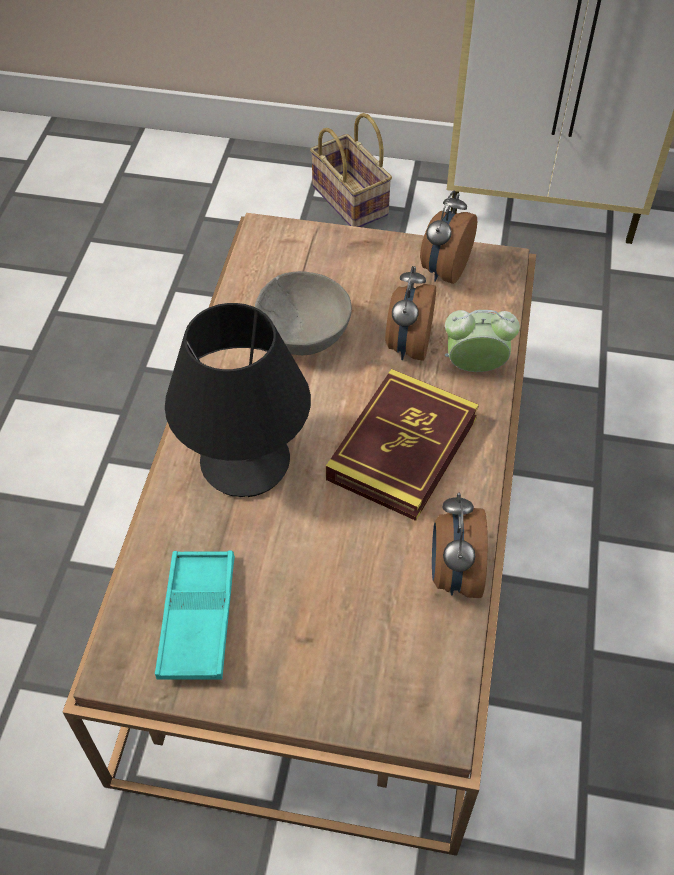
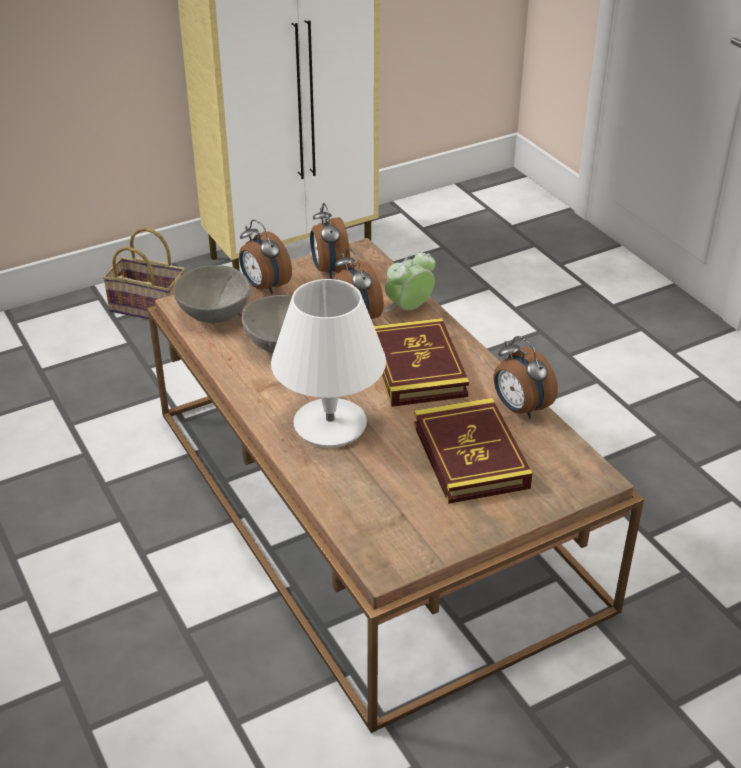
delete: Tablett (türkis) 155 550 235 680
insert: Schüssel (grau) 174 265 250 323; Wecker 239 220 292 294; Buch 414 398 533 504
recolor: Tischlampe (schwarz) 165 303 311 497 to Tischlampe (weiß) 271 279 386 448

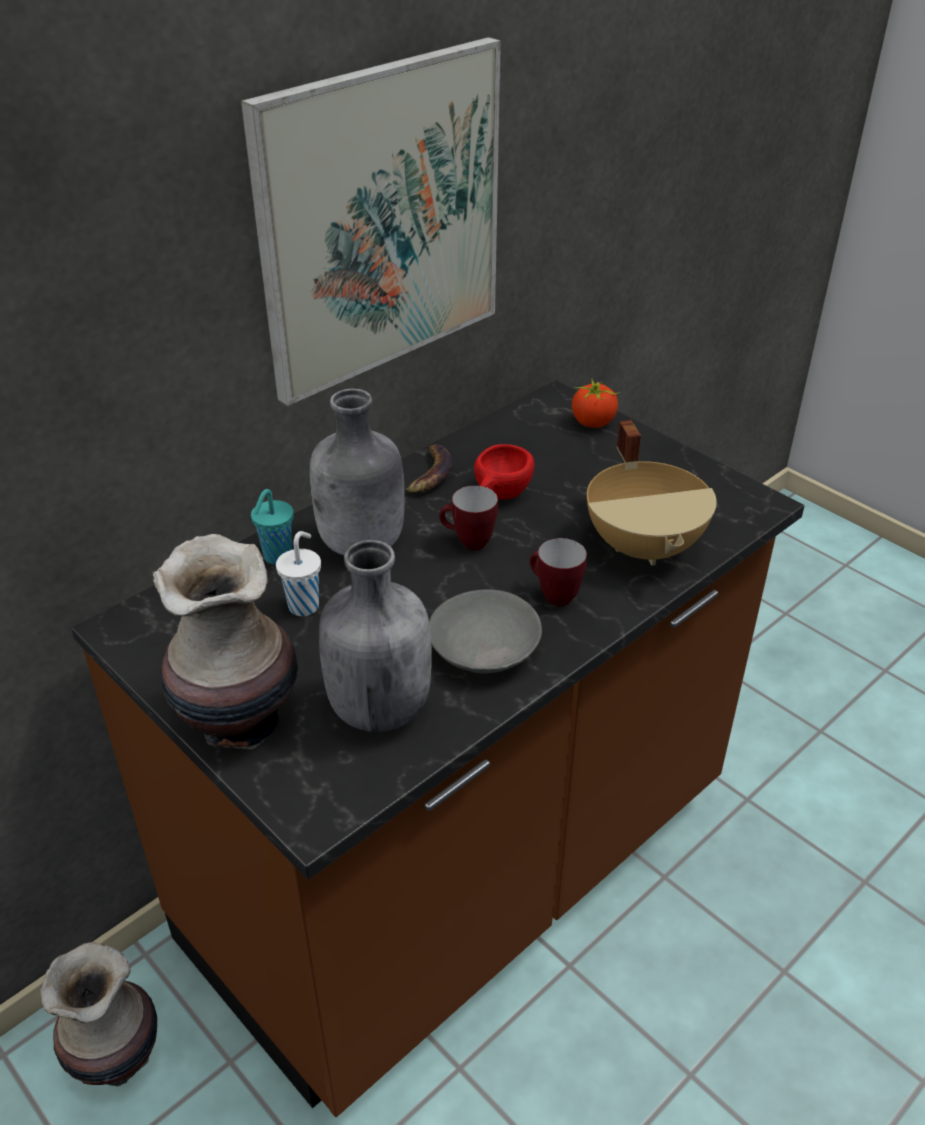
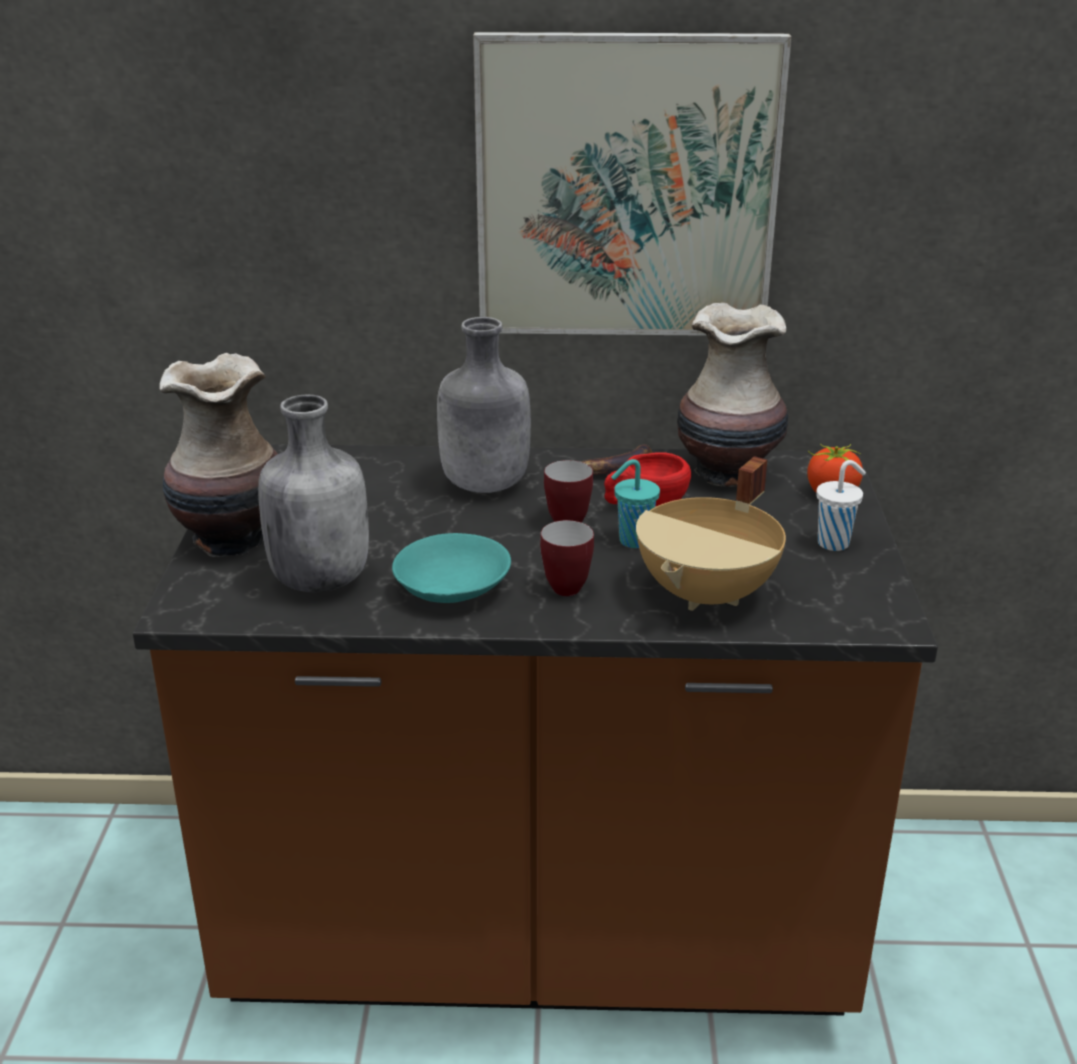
move: Vase 40 942 157 1086 to 677 302 788 487; Tasse (türkis) 251 489 294 565 to 611 459 660 548; Tasse (weiß) 276 531 321 616 to 816 460 866 551
recolor: Schüssel (grau) 429 589 542 673 to Schüssel (türkis) 392 533 511 603

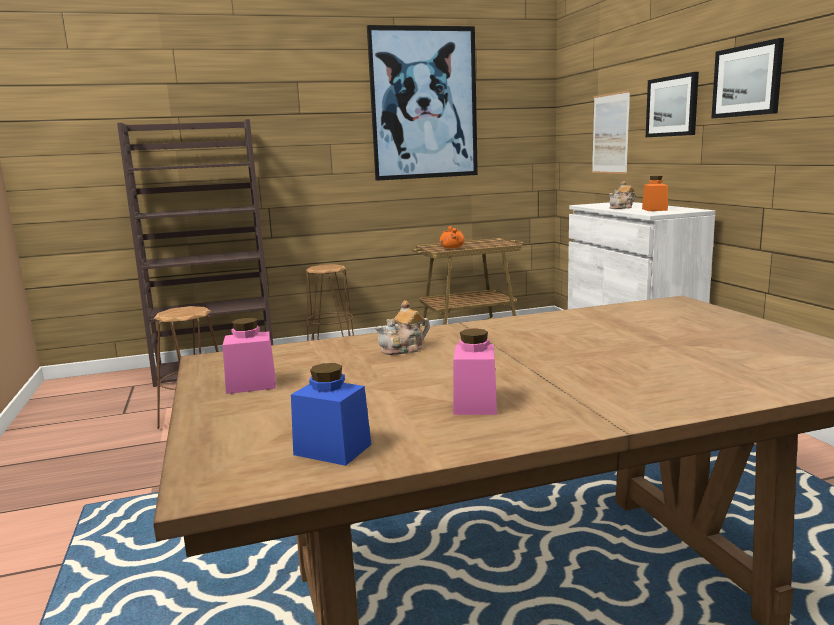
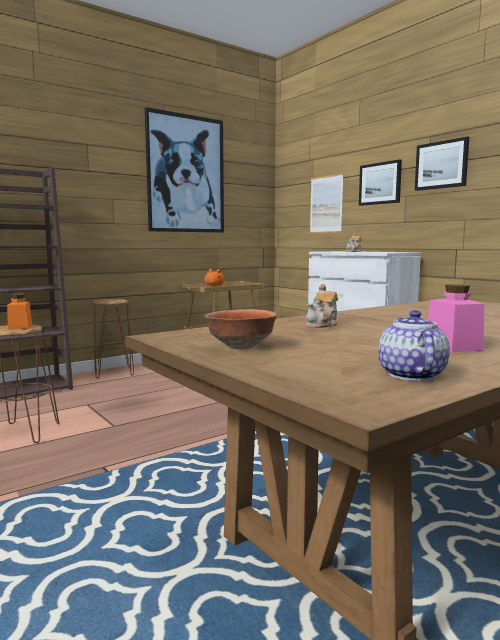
move: Vorratsglas (orange) 642 176 668 211 to 7 294 32 330
replace: Vorratsglas (rosa) 223 318 276 394 to Schüssel 205 309 277 350; Vorratsglas (blau) 291 363 371 466 to Teekanne 378 310 450 381

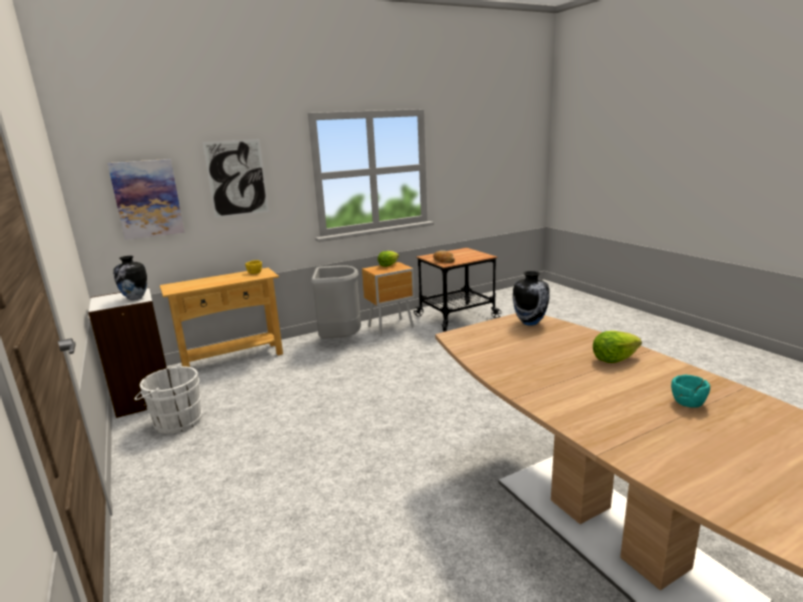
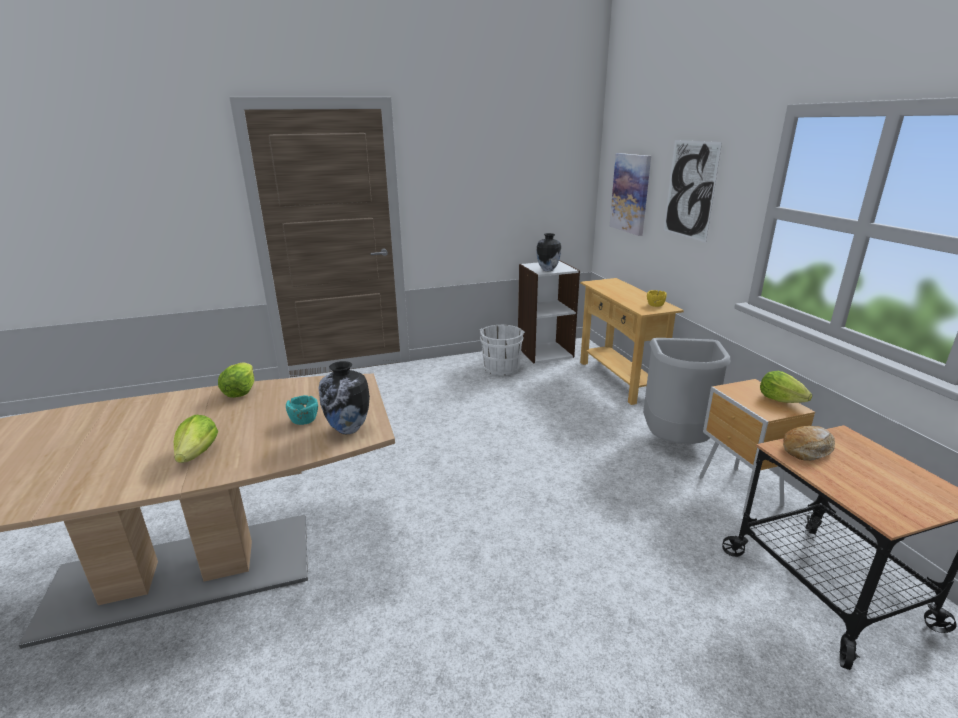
insert: Salatkopf 218 362 254 398
move: Schüssel (türkis) 671 375 710 408 to 286 395 318 425

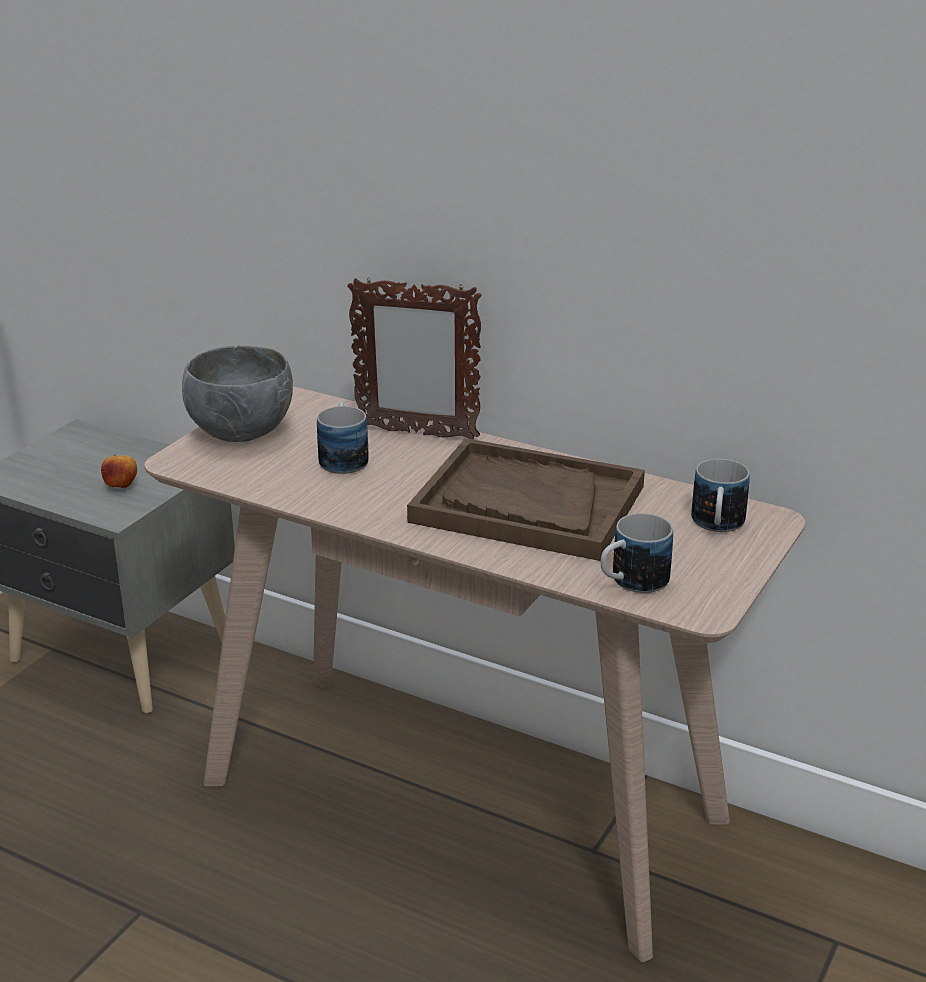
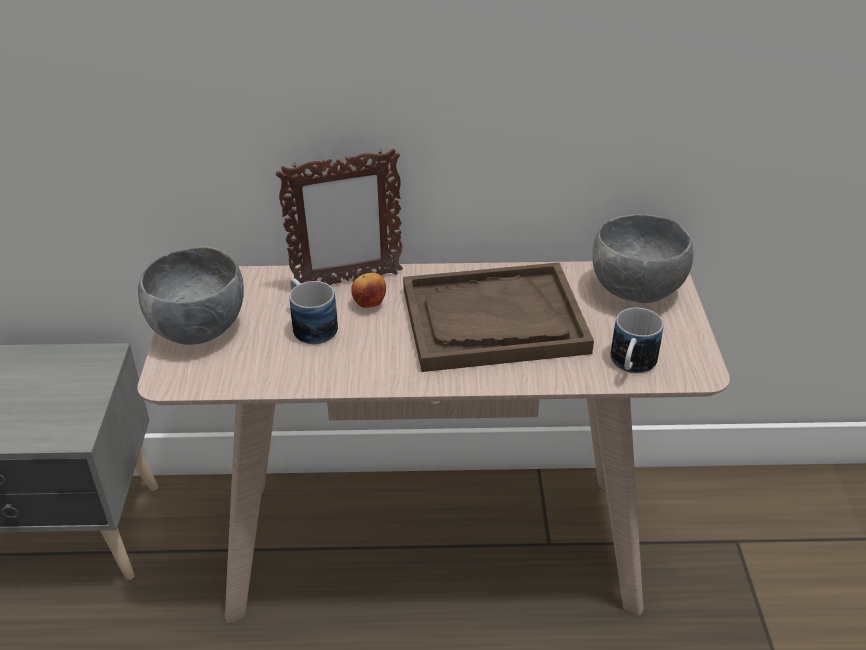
move: Apfel 101 454 137 488 to 351 273 386 308
replace: Henkelbecher 691 459 750 532 to Schüssel (grau) 593 214 694 303

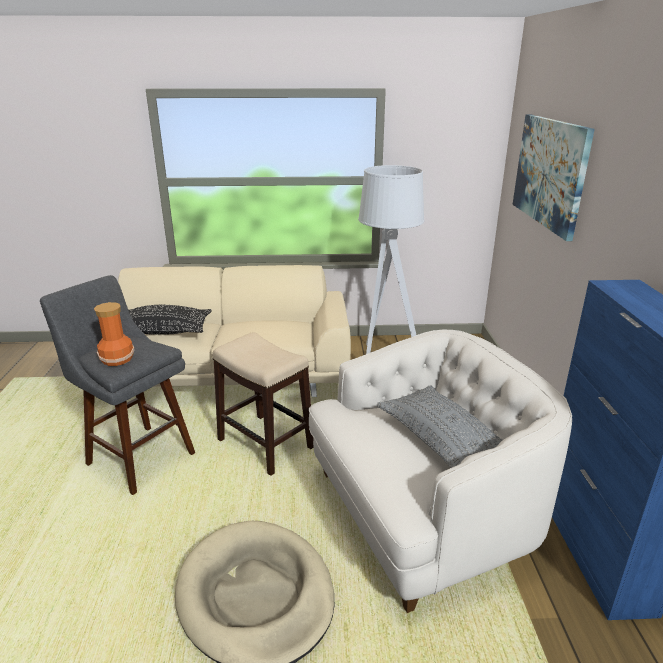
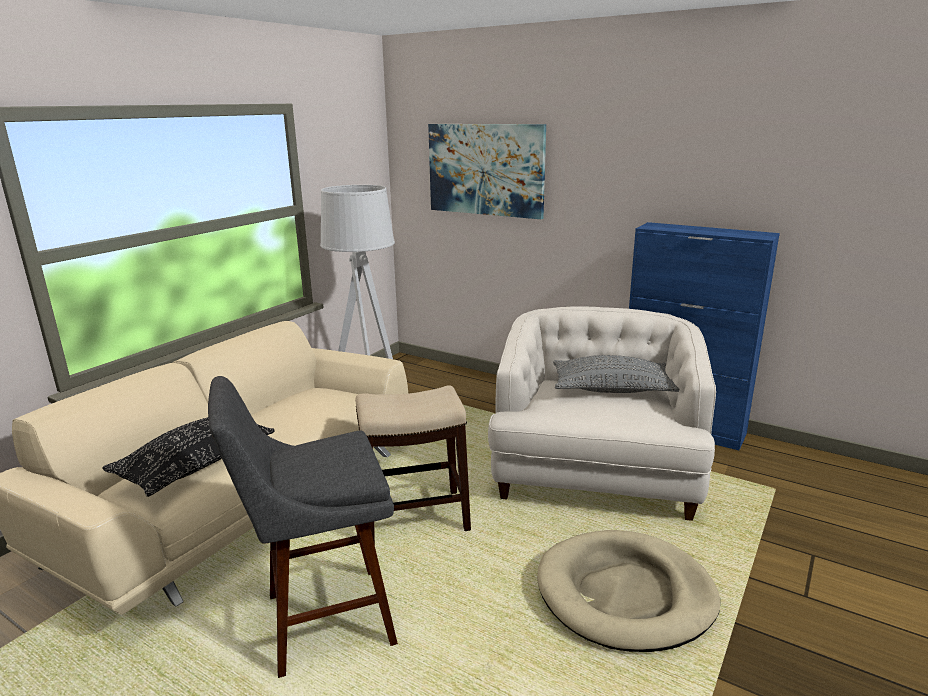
delete: Vase 94 302 135 366

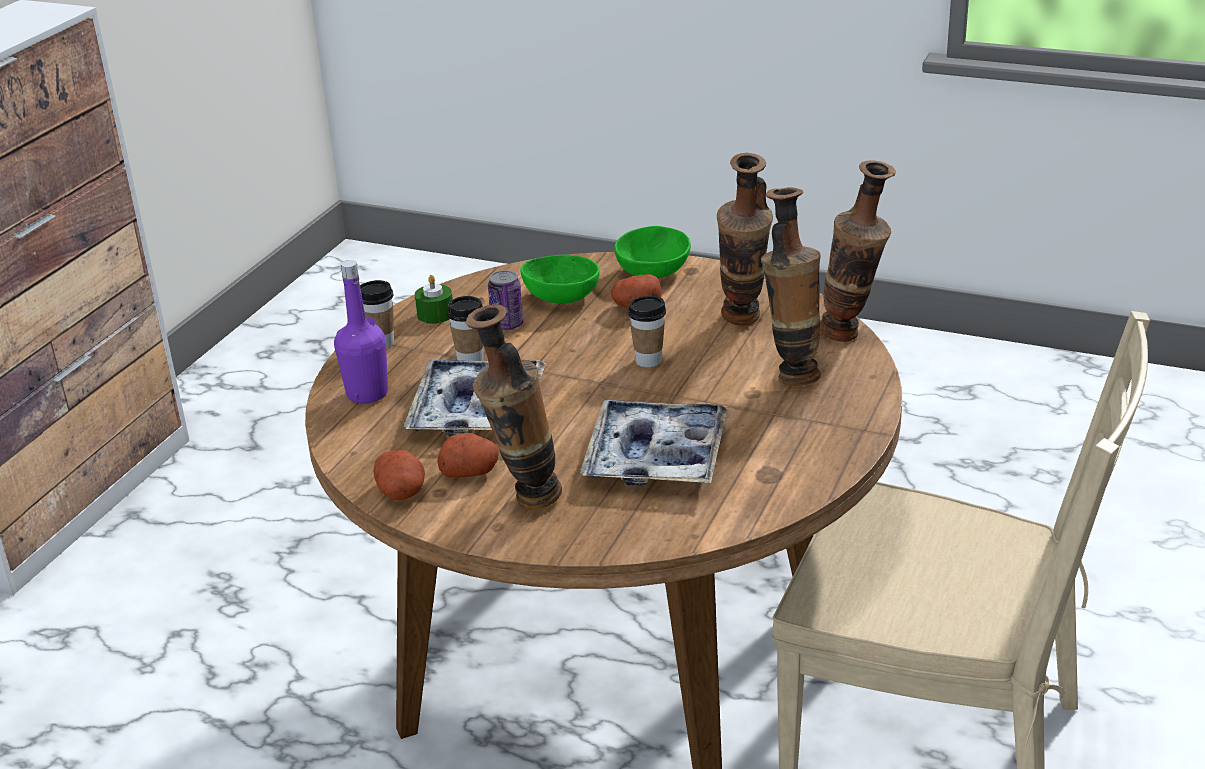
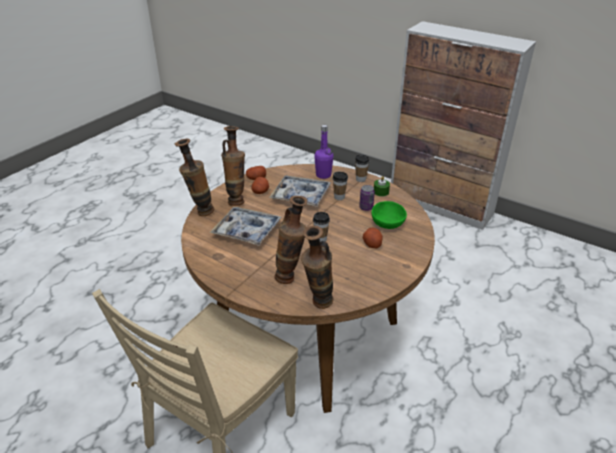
delete: Schüssel (grün) 614 226 691 278
move: Vase 717 153 773 326 to 175 139 214 216

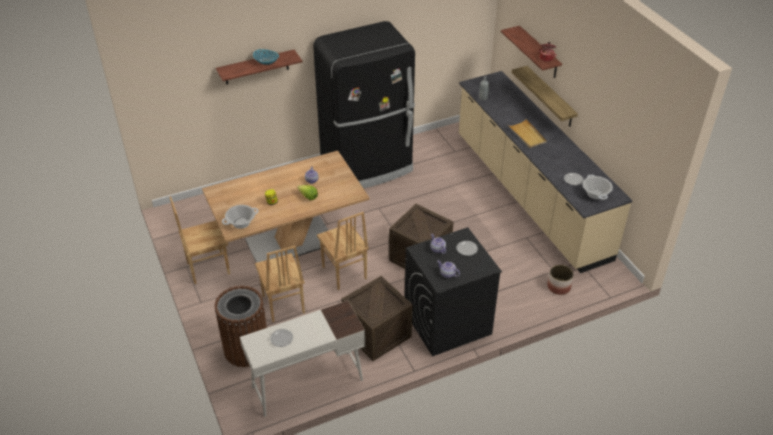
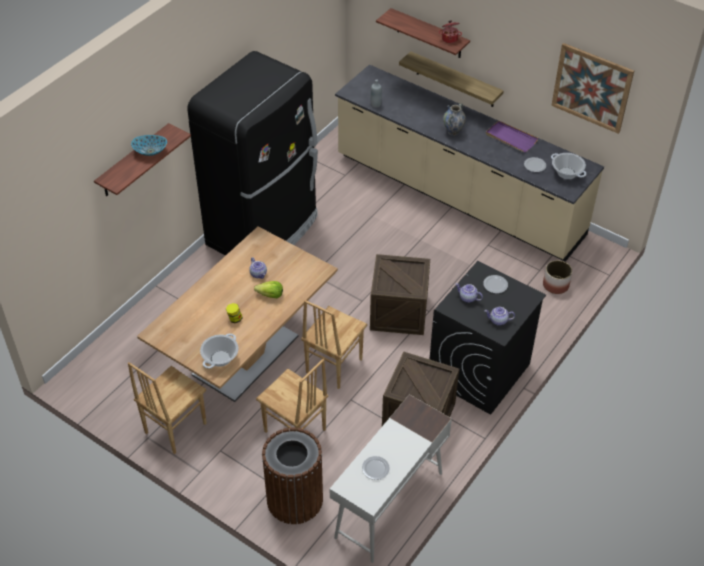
insert: Tablett (lila) 486 121 538 153; Bild 551 43 634 134
replace: Tablett (beige) 507 119 547 148 to Vase 443 103 466 136
rotate: Stuhl (braun) 317 212 369 290 = 301 300 367 389 90 degrees clockwise

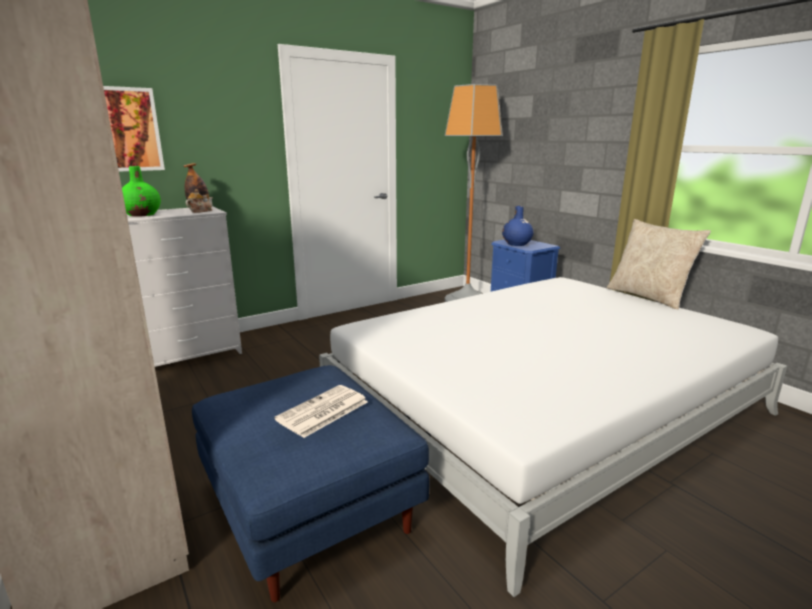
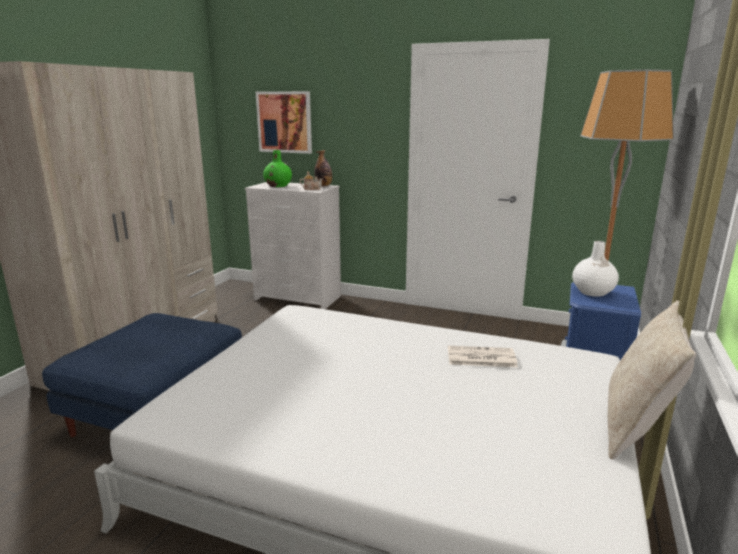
move: Zeitung 274 385 368 438 to 448 346 518 367
recolor: Vase (blau) 502 206 534 246 to Vase (weiß) 572 241 619 297

